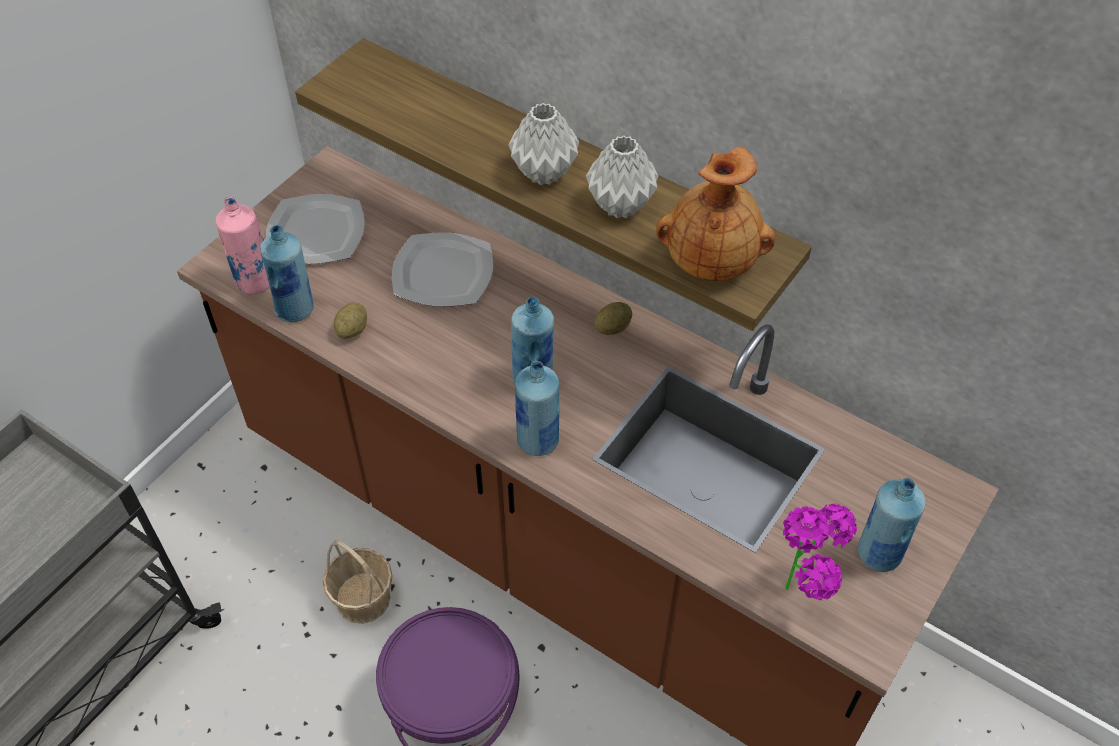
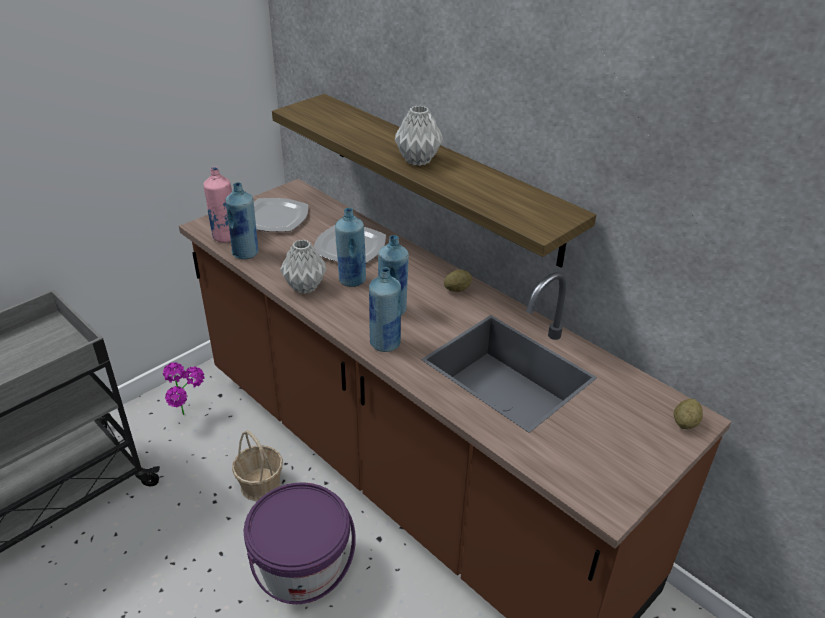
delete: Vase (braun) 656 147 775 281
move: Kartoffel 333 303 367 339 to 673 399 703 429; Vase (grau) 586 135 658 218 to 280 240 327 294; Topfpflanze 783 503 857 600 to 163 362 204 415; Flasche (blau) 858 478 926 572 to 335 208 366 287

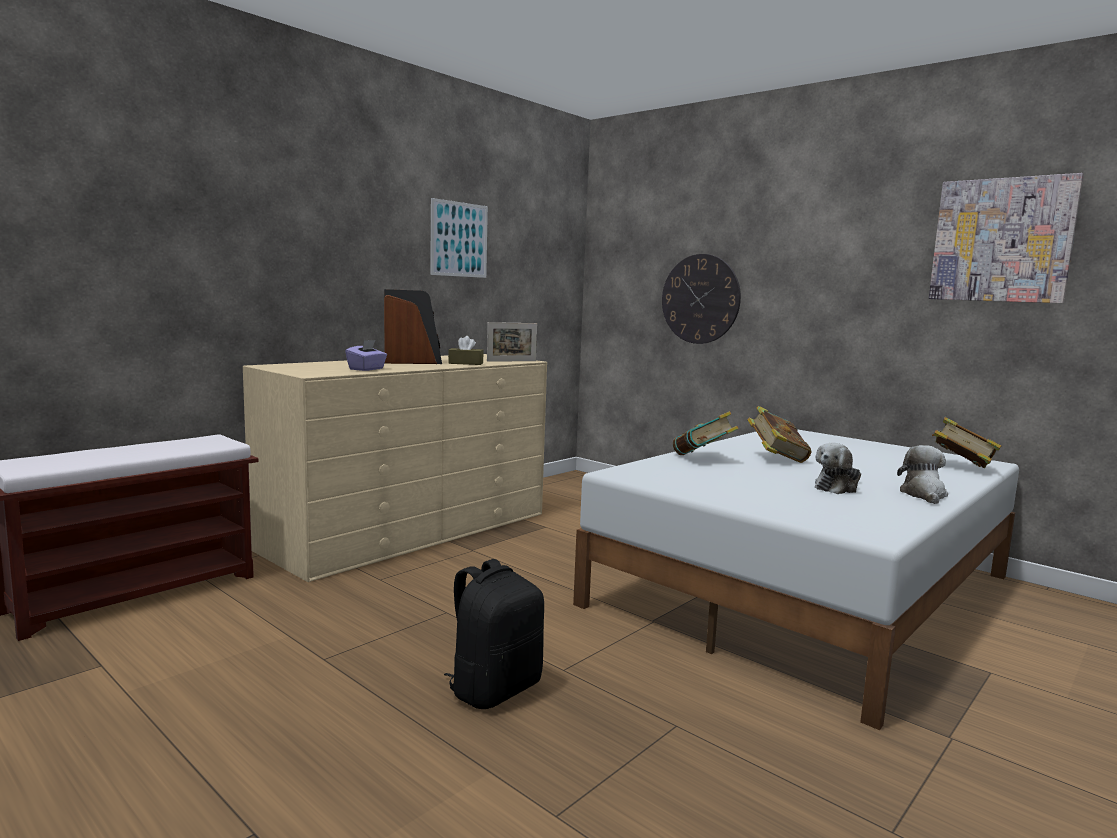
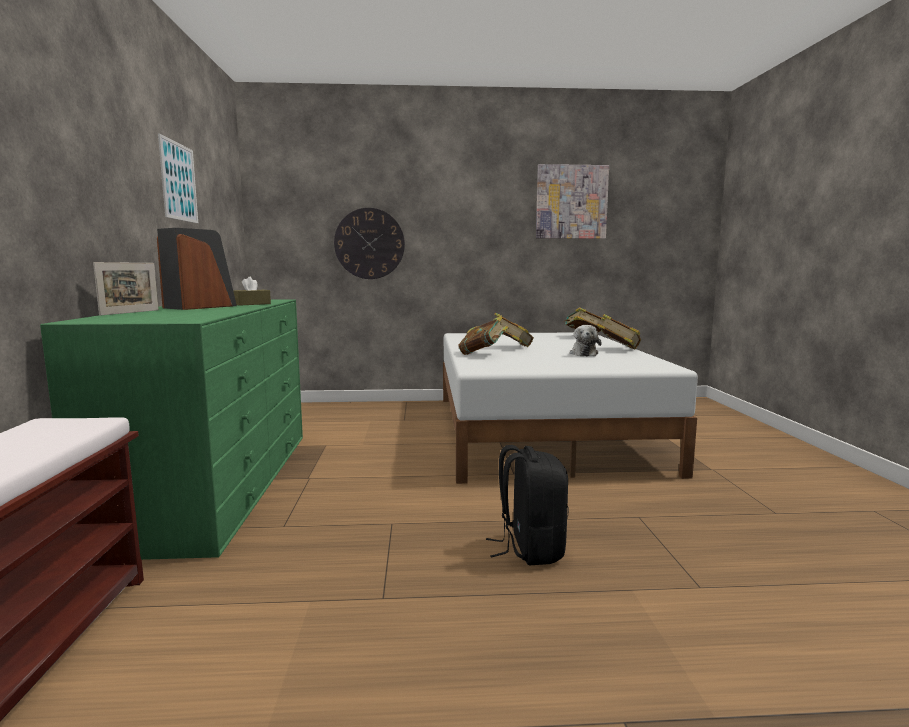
delete: Taschentuchbox (lila) 345 340 387 371
move: Bilderrahmen 487 322 537 362 to 93 262 159 316
replace: Plüschtier 897 445 948 504 to Buch 597 314 641 349
recolor: Kommode (beige) 243 354 547 582 to Kommode (grün) 40 299 303 560

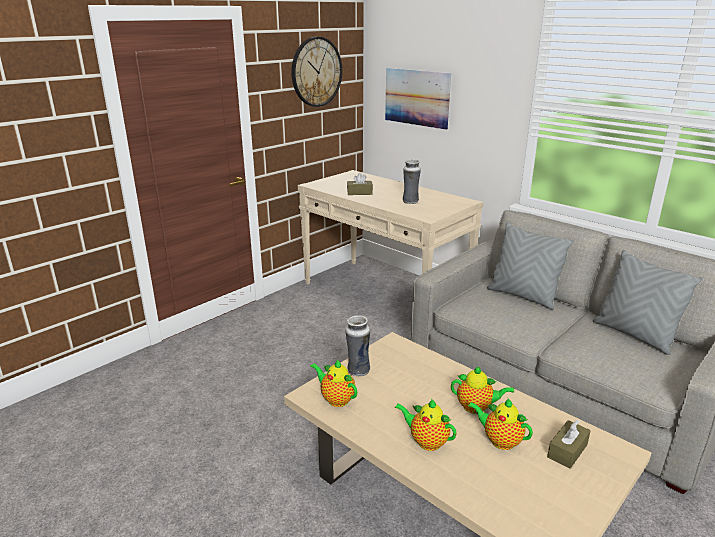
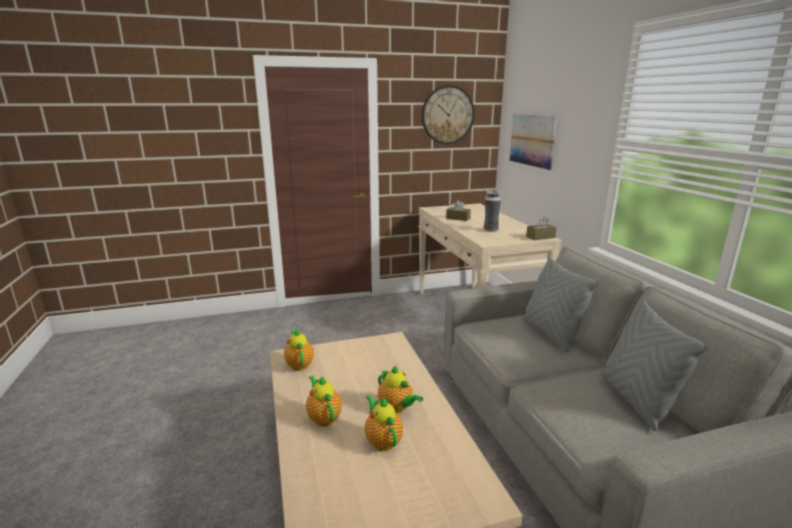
delete: Vase 345 315 370 376
move: Taschentuchbox (braun) 547 420 591 469 to 526 216 557 240

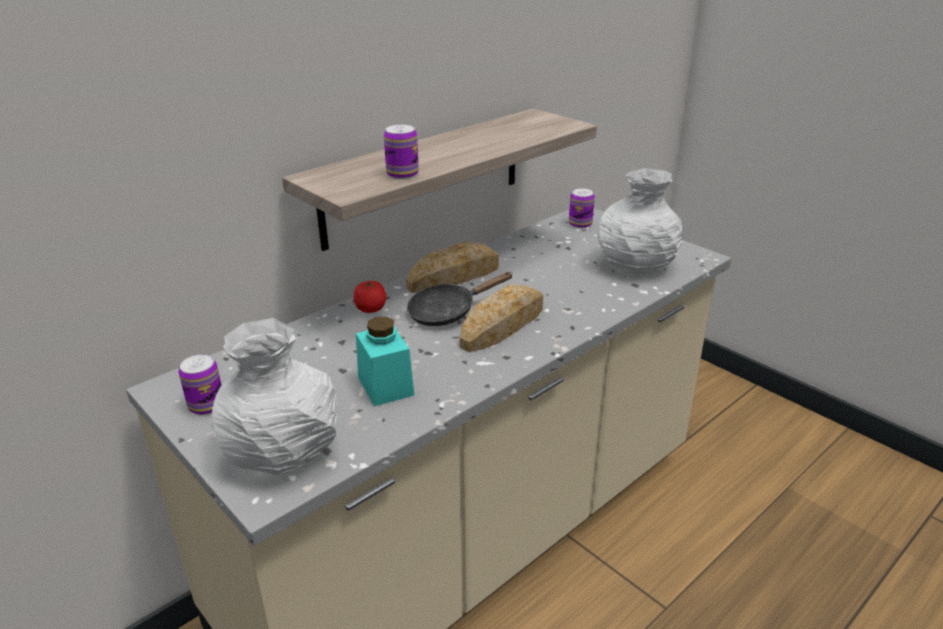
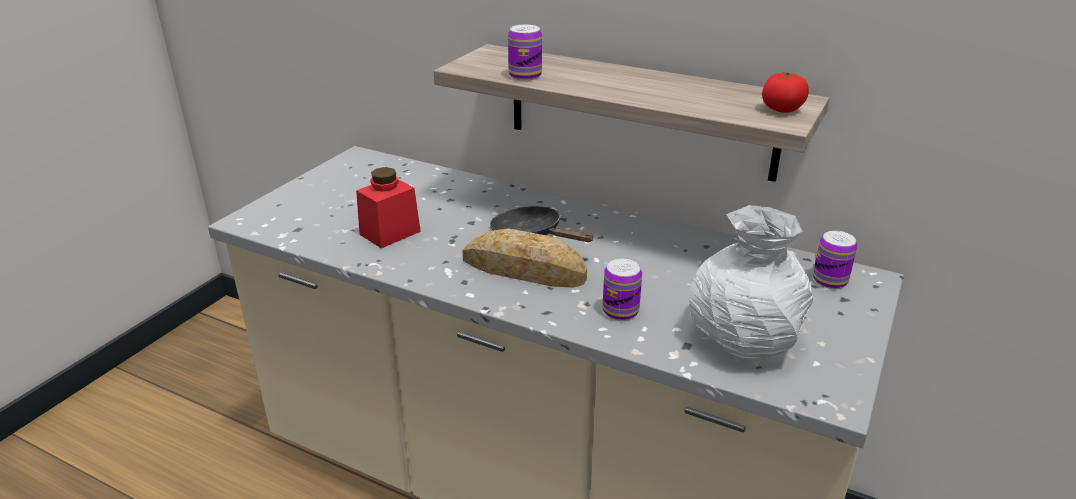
delete: Vase (weiß) 211 318 337 475; Brot 406 241 499 293
move: Dose 179 355 222 415 to 603 259 642 321; Tomate 354 280 386 313 to 762 72 809 113
recolor: Vorratsglas (türkis) 356 317 414 406 to Vorratsglas (rot) 356 167 421 248

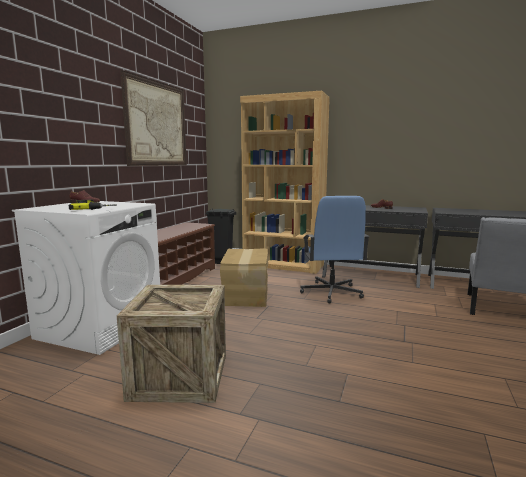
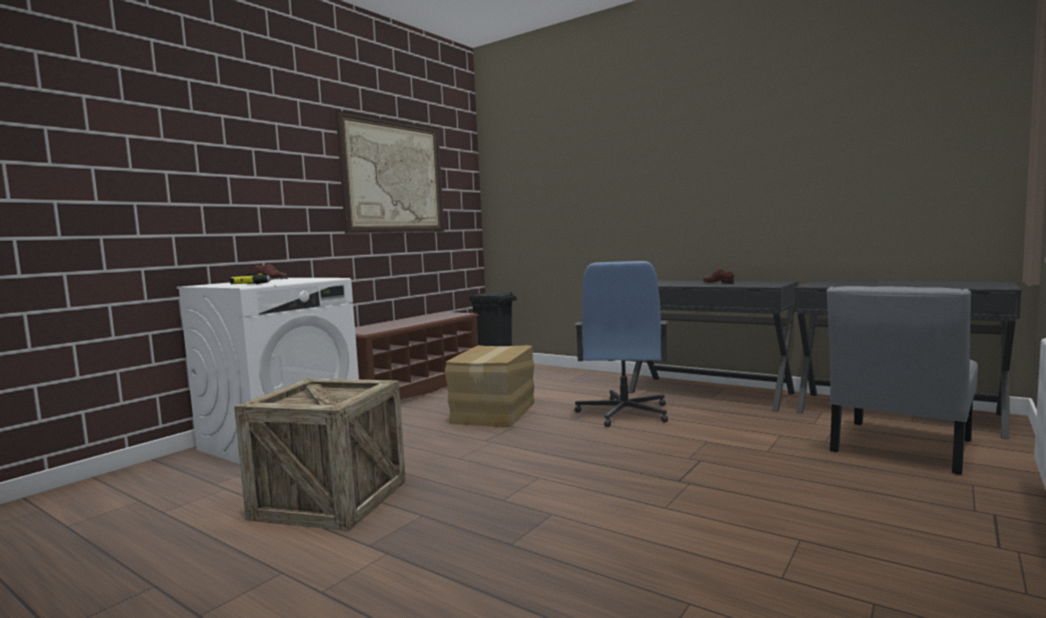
delete: Bücherregal (braun) 240 91 330 274

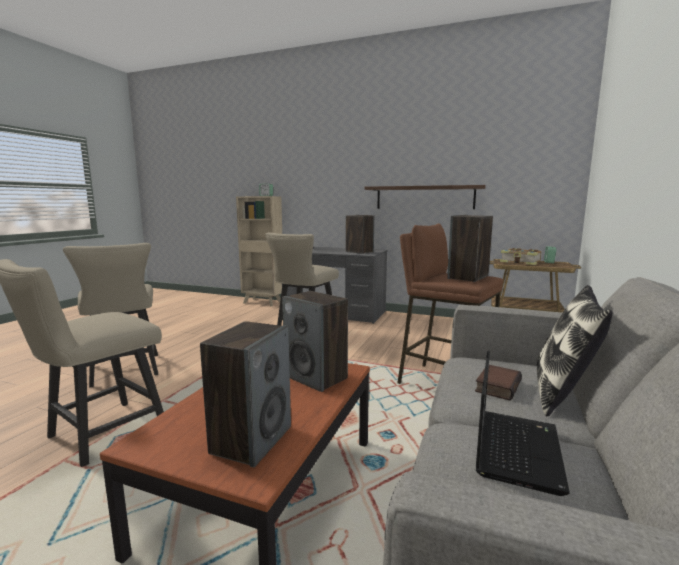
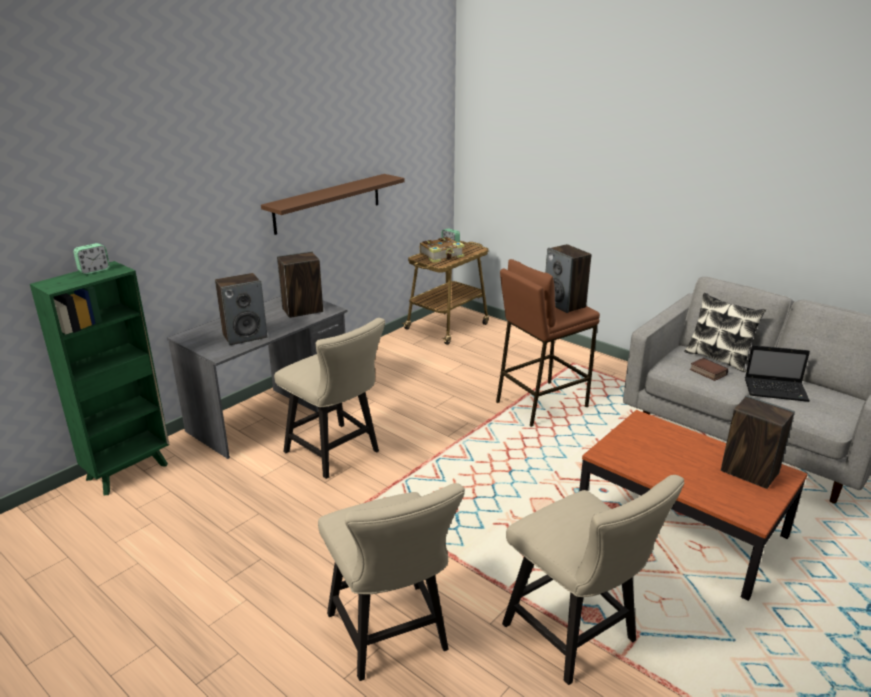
move: Lautsprecher 282 291 348 392 to 215 273 268 345
recolor: Bücherregal (beige) 236 196 282 306 to Bücherregal (grün) 30 261 170 495
rotate: Stuhl (beige) 63 243 158 388 = 318 483 465 681 75 degrees clockwise; Laptop 476 350 570 496 = 745 345 810 402 150 degrees clockwise

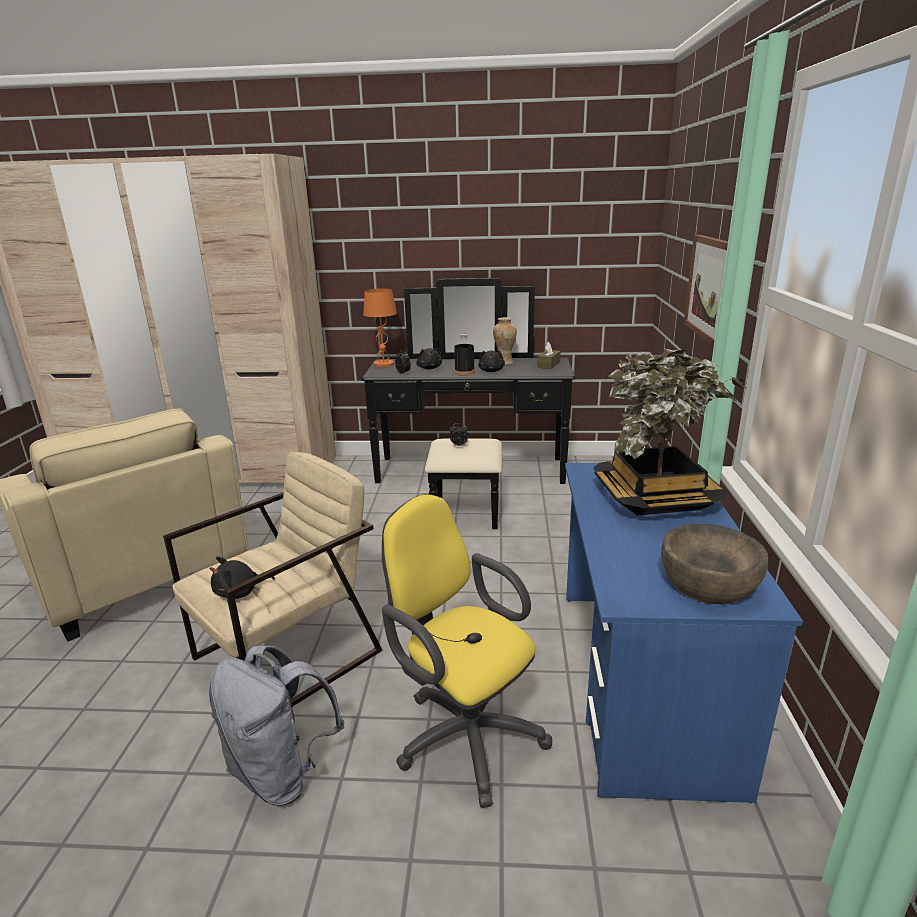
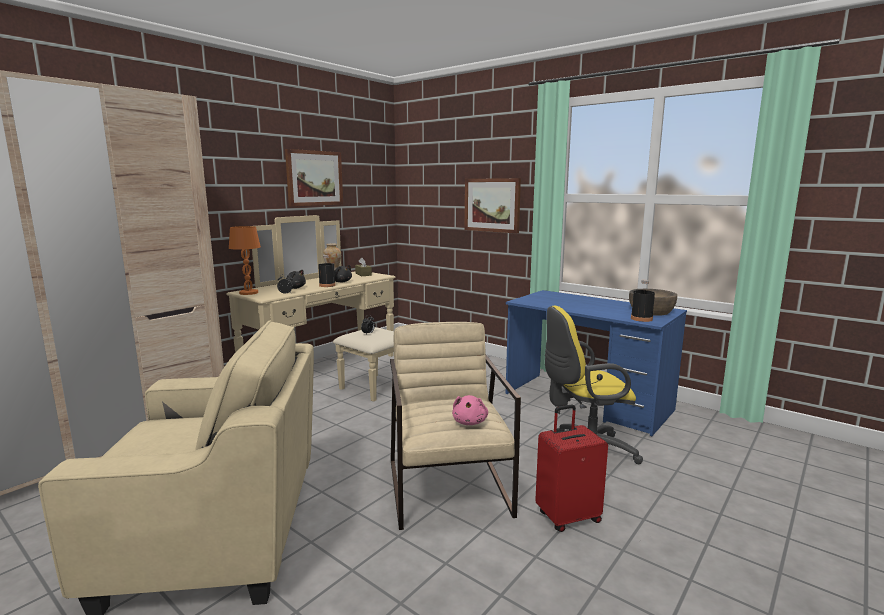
delete: Topfpflanze 593 349 748 515
insert: Bild 285 149 343 206; Flasche (schwarz) 631 280 655 322
replace: Rucksack (grau) 209 645 344 806 to Koffer (rot) 535 405 608 532
recolor: Plüschtier (schwarz) 209 557 275 599 to Plüschtier (rosa) 452 395 488 425; Kommode (schwarz) 361 278 575 529 to Kommode (beige) 226 215 396 402

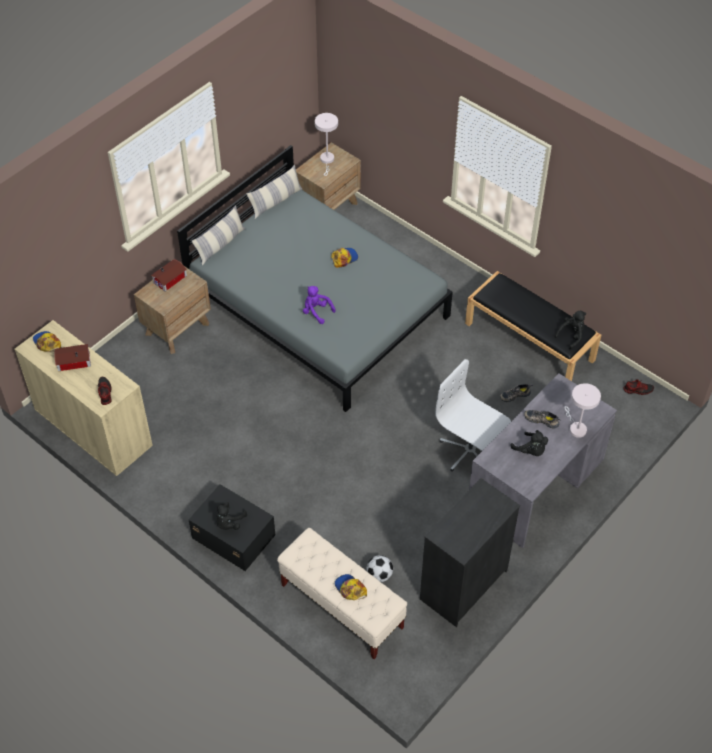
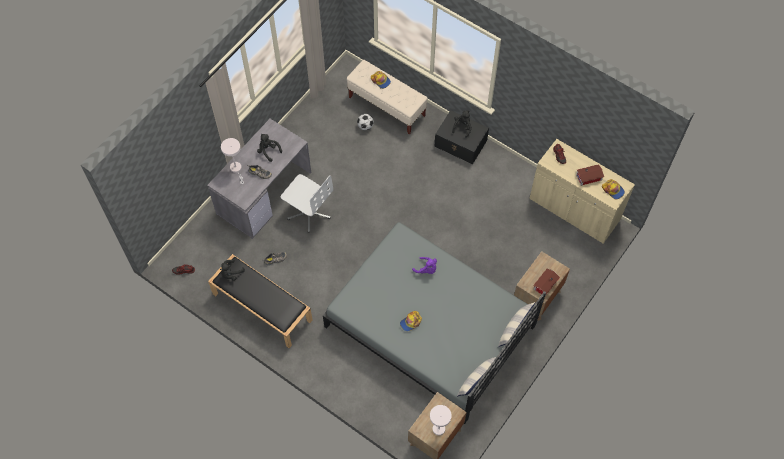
delete: Kommode (schwarz) 420 478 520 627

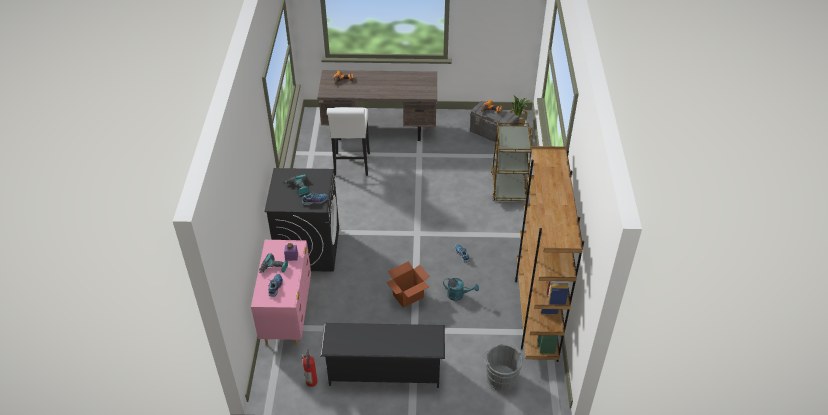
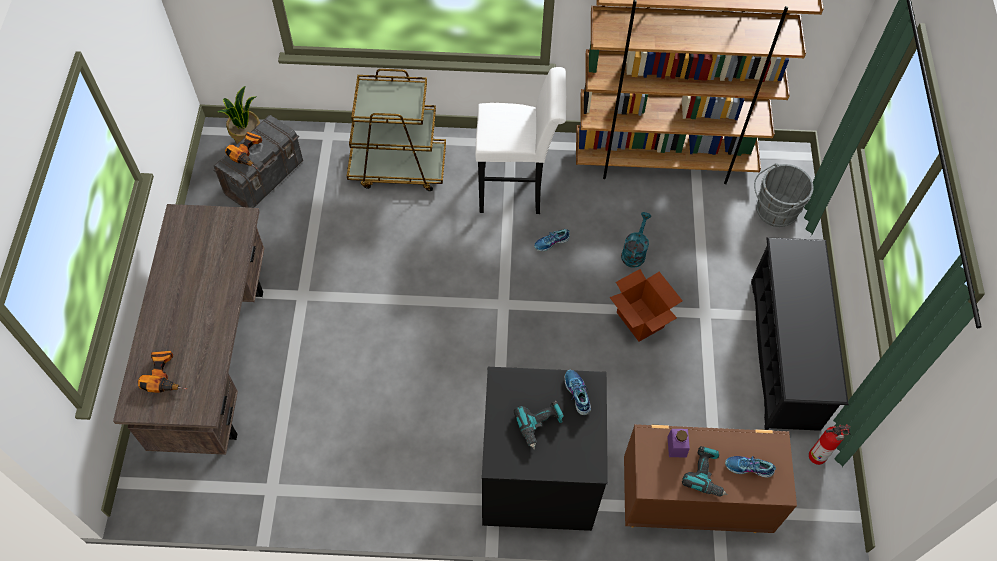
move: Hocker (weiß) 327 107 370 176 to 475 67 566 214
recolor: Kommode (rosa) 251 240 311 346 to Kommode (braun) 624 424 797 533

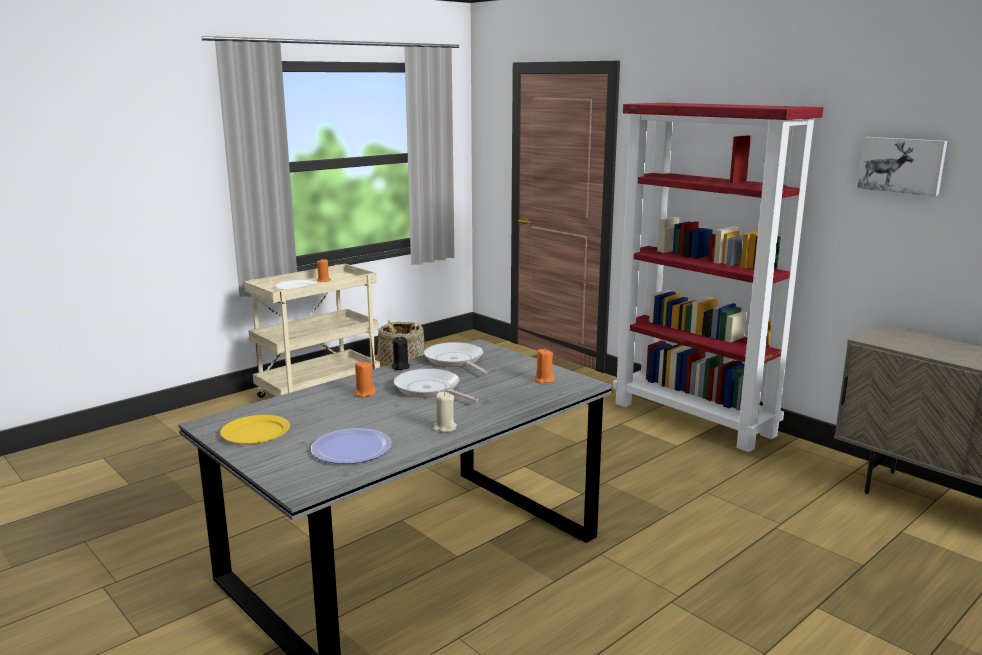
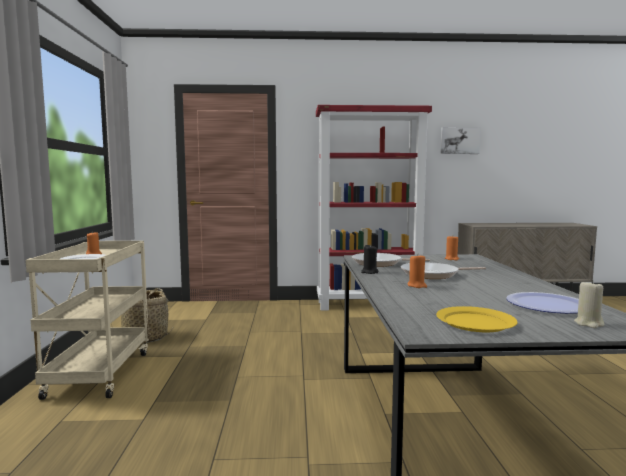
move: Kerze (beige) 433 392 457 432 to 574 280 604 328

